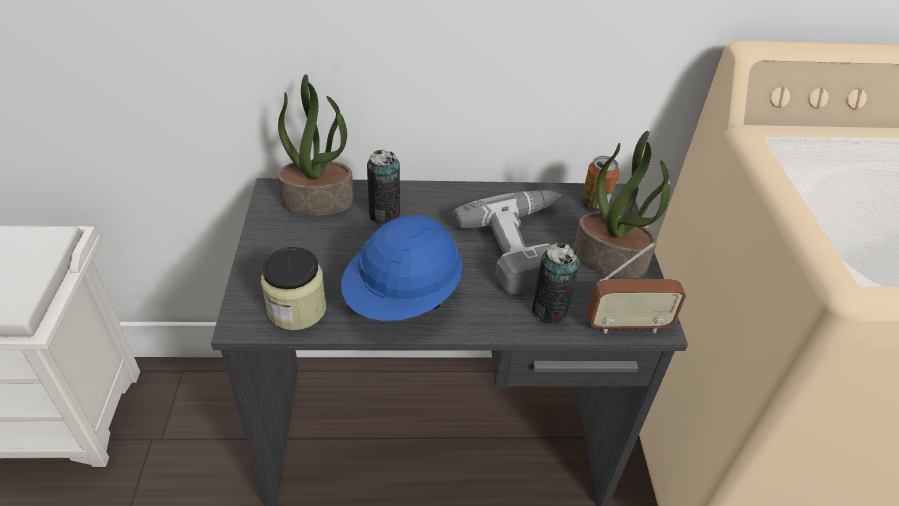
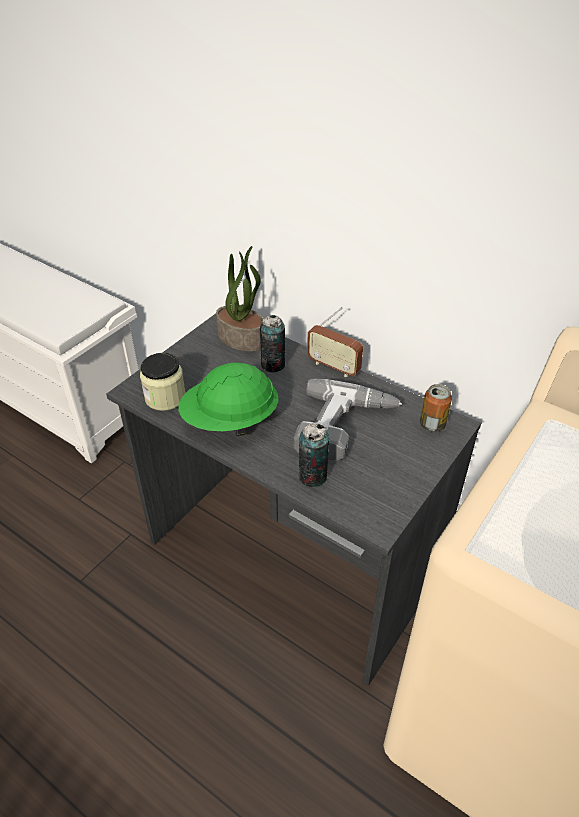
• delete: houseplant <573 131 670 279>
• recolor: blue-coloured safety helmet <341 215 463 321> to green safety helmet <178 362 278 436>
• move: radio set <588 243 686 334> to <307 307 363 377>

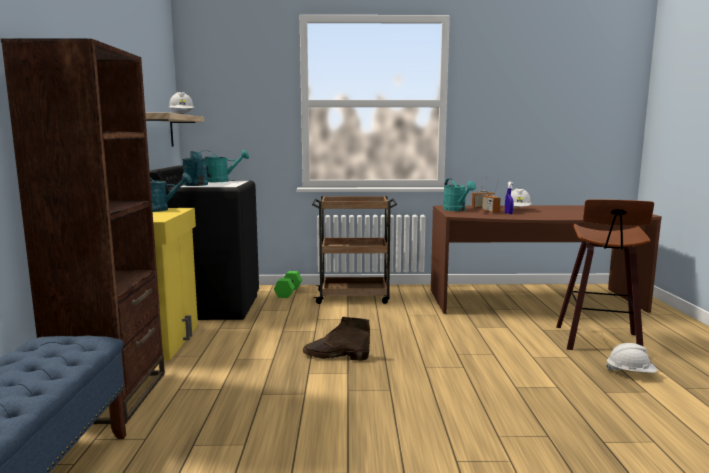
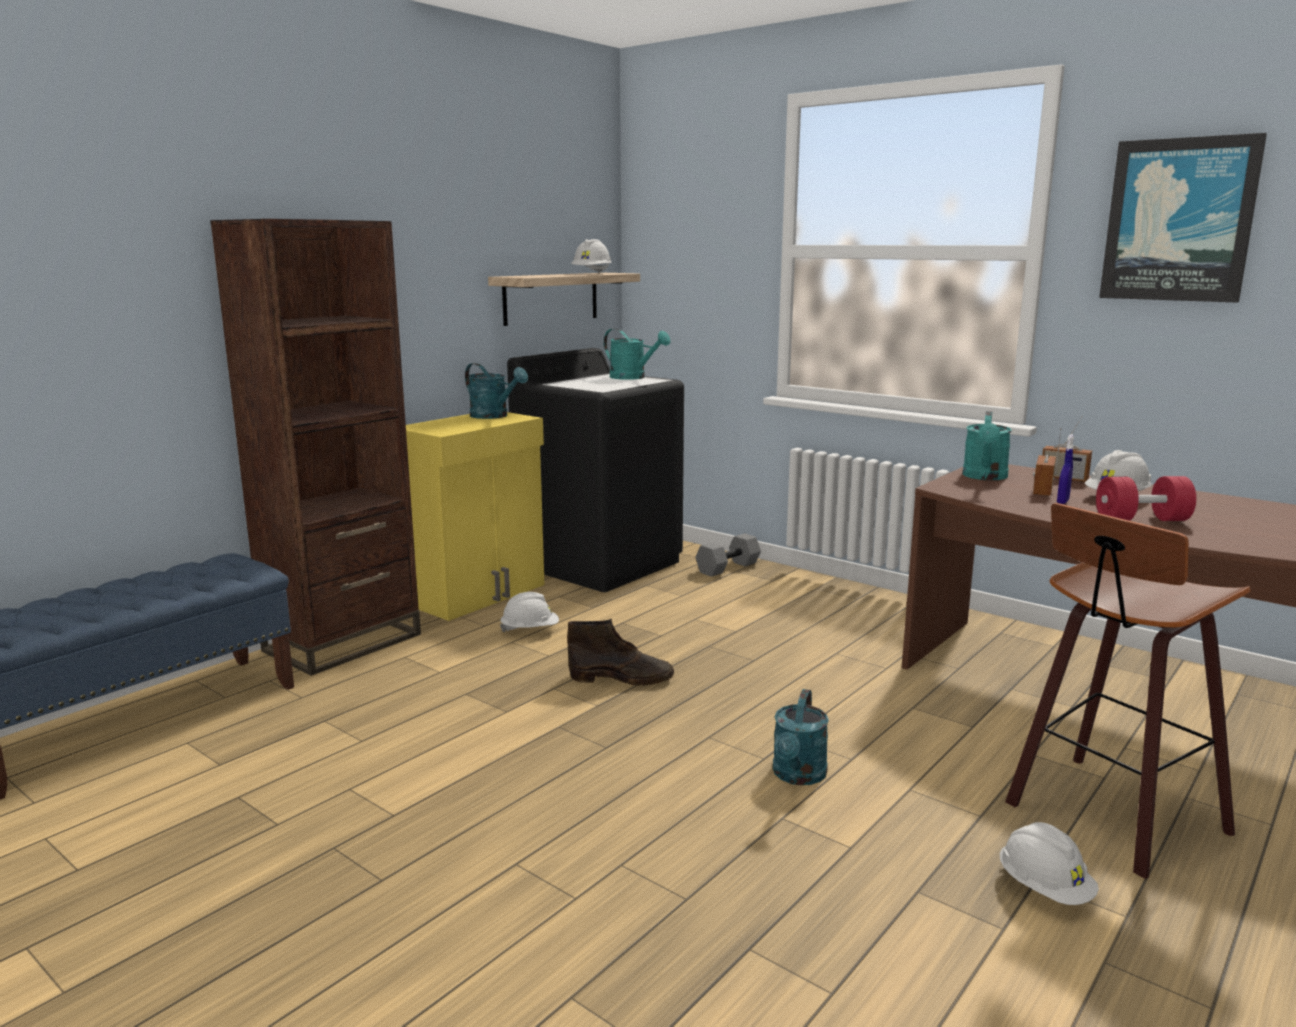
• move: blue-green watering can <182 151 208 186> to <773 689 829 785>
• delete: brown-coloured cart <312 196 398 304>
• recolor: green free weight <274 271 302 298> to grey free weight <695 533 761 577>
• rotate: brown-coloured boot <303 317 370 361> = <567 619 674 686> 135 degrees clockwise
• insert: picture <1099 133 1267 303>
• insert: reddish free weight <1096 476 1196 521>
• insert: whitish safety helmet <500 592 559 632>

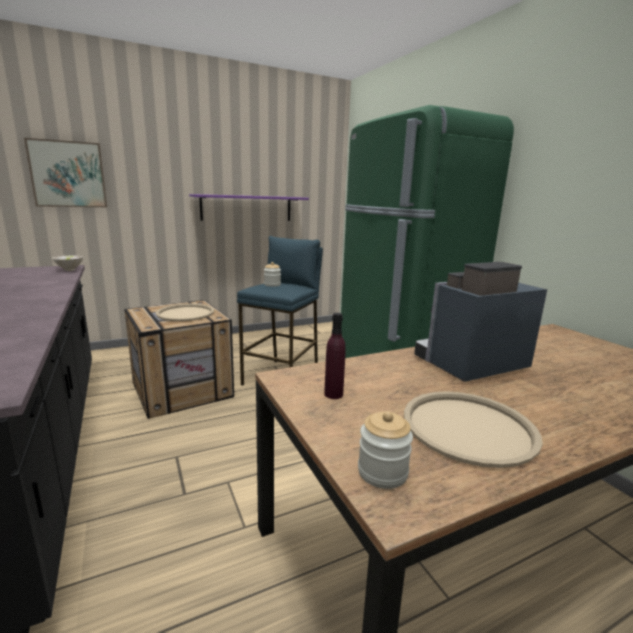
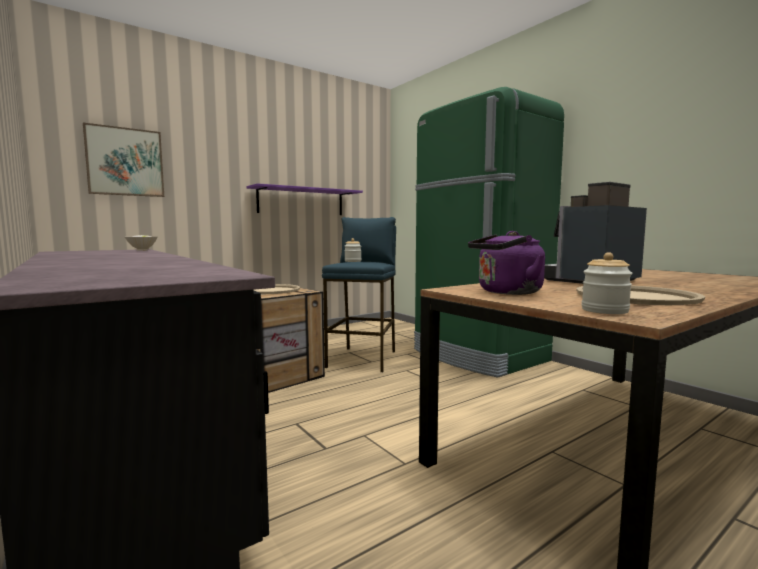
• replace: purplish bottle <324 313 346 399> to purplish kettle <468 231 545 295>

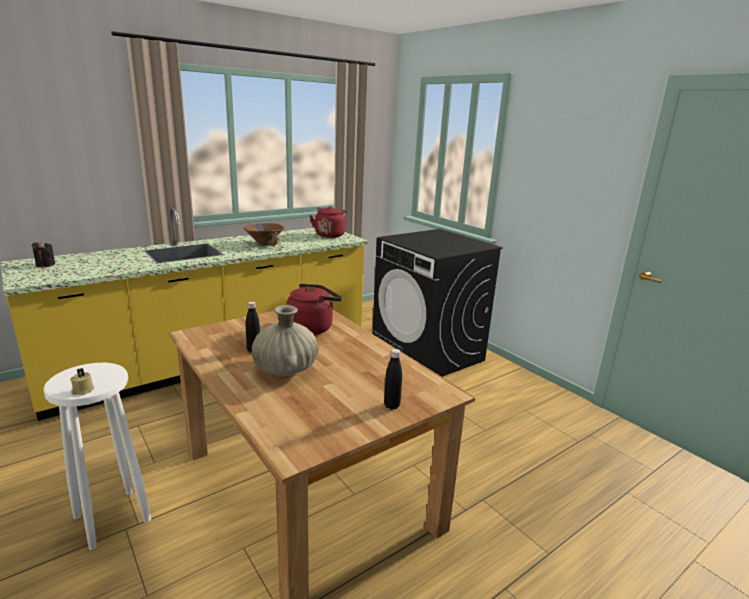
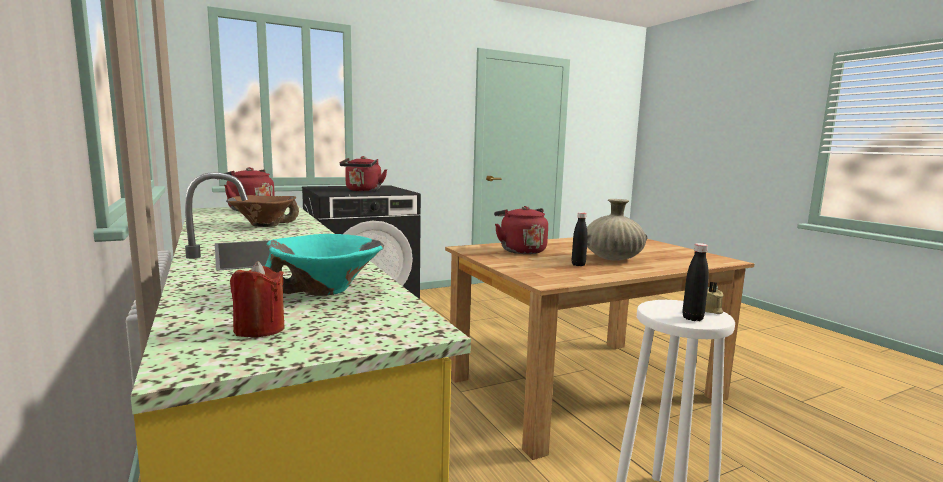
• recolor: black wax light <32 242 55 267> to reddish wax light <230 261 285 337>
• move: black bottle <384 349 402 409> to <682 243 709 321>
• insert: reddish kettle <340 156 387 192>
• insert: blue-green bowl <265 234 384 296>

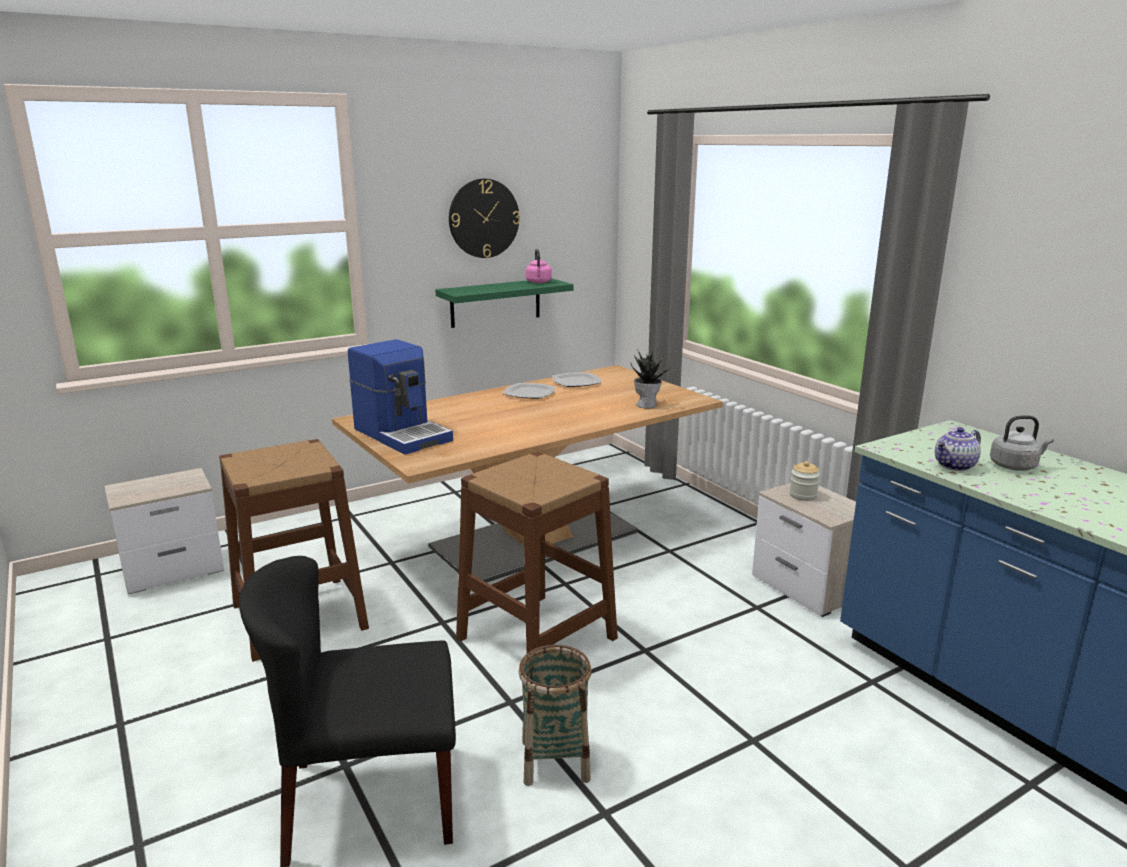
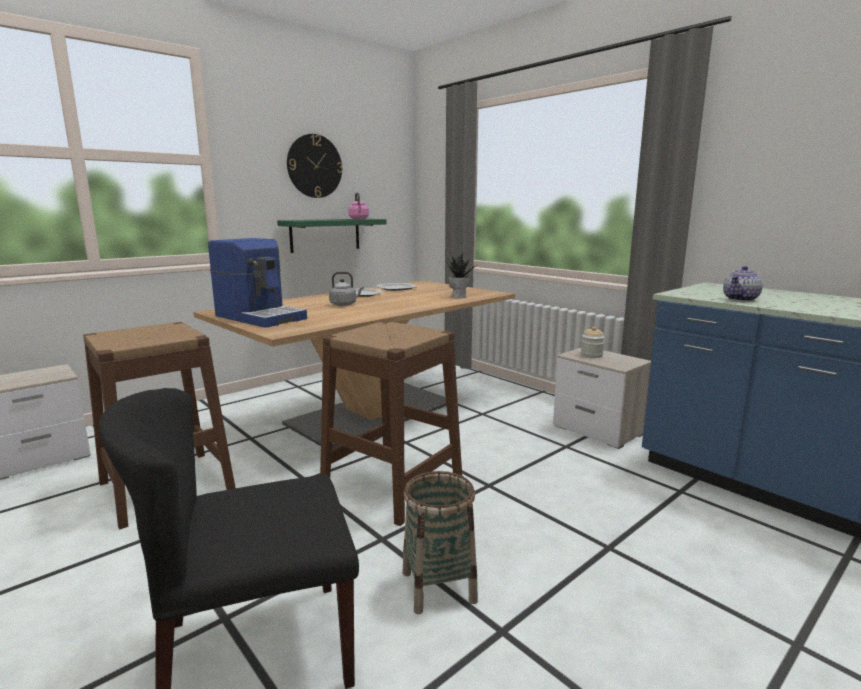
• move: grey kettle <990 415 1054 471> to <329 272 364 306>

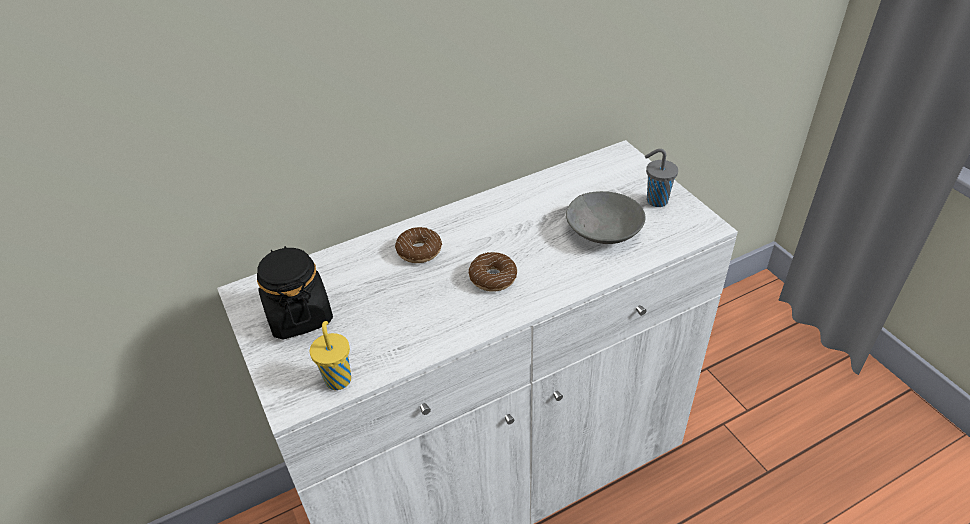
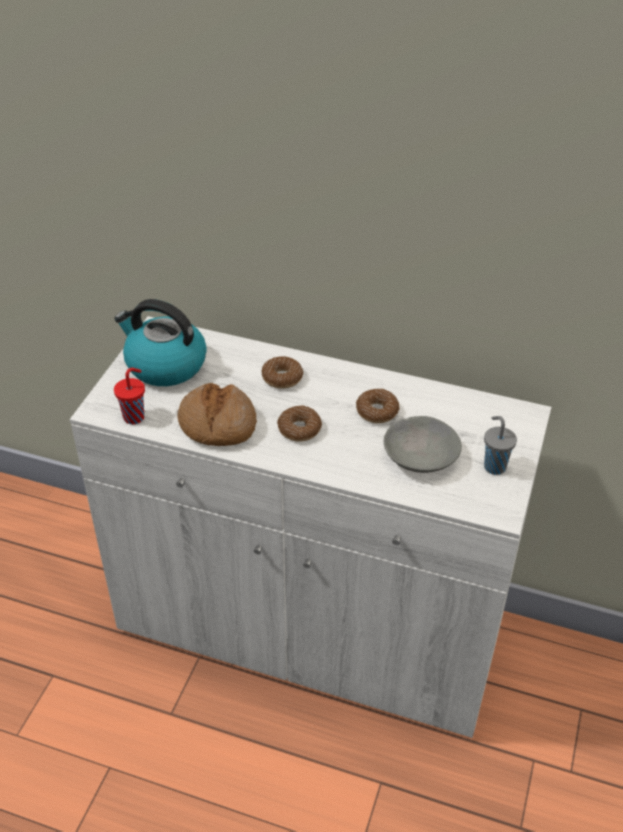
• replace: black preserve jar <257 246 333 340> to kettle <114 299 207 386>
• recolor: yellow-coloured cup <309 321 351 390> to reddish cup <114 368 145 424>
• insert: bread <177 383 257 446>
• insert: donut <356 389 400 423>

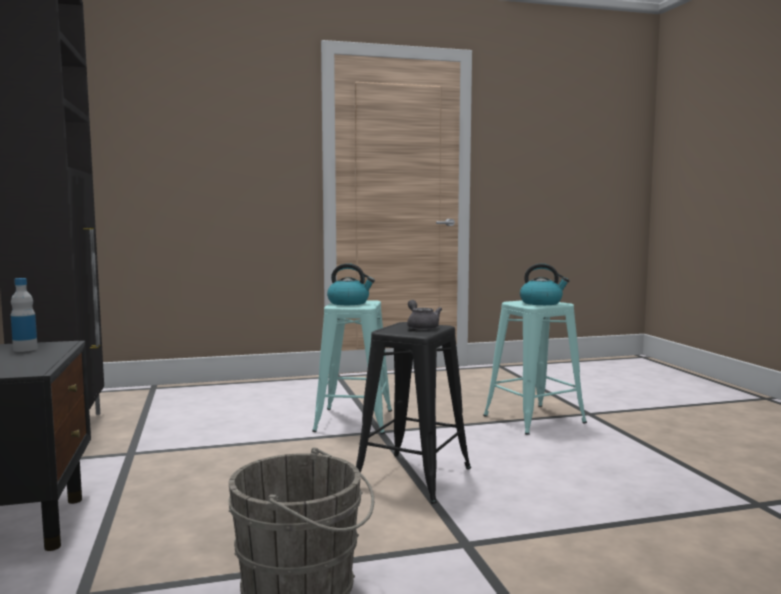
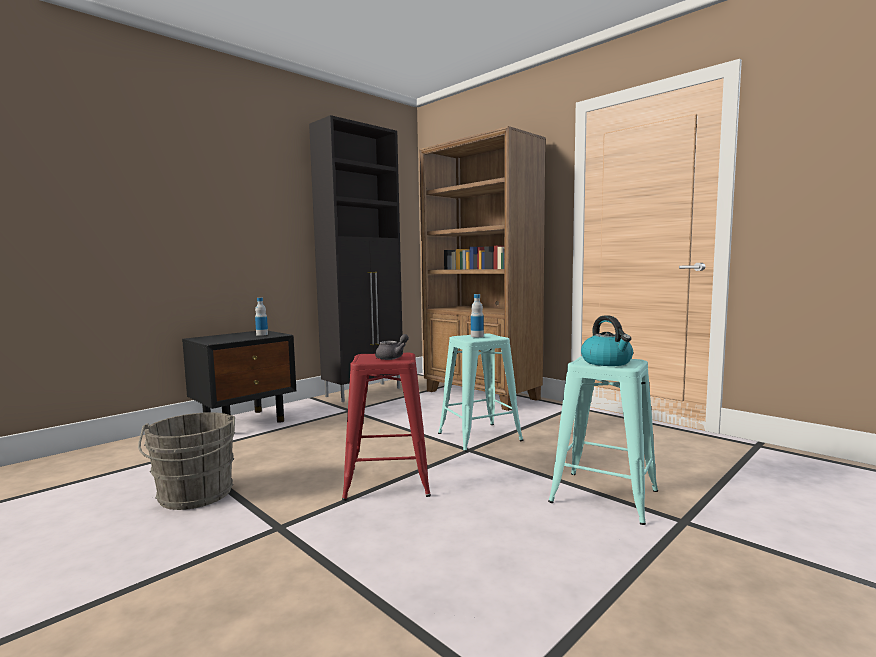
• replace: kettle <327 263 375 305> to bottle <471 294 484 337>
• recolor: black stool <356 322 471 504> to reddish stool <342 353 431 501>
• insert: brown-coloured bookcase <419 126 546 411>

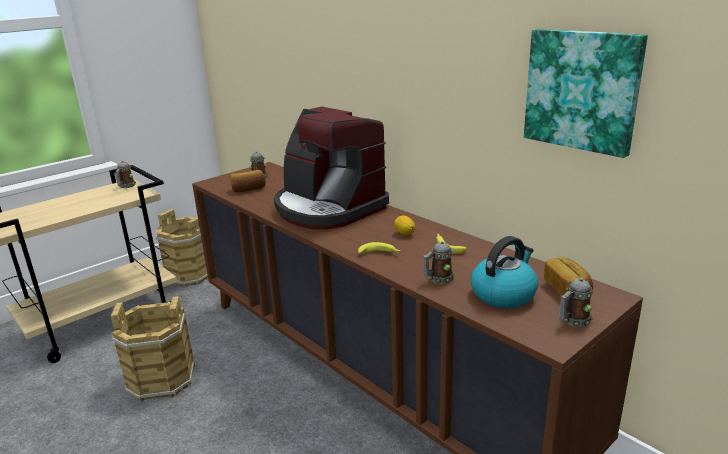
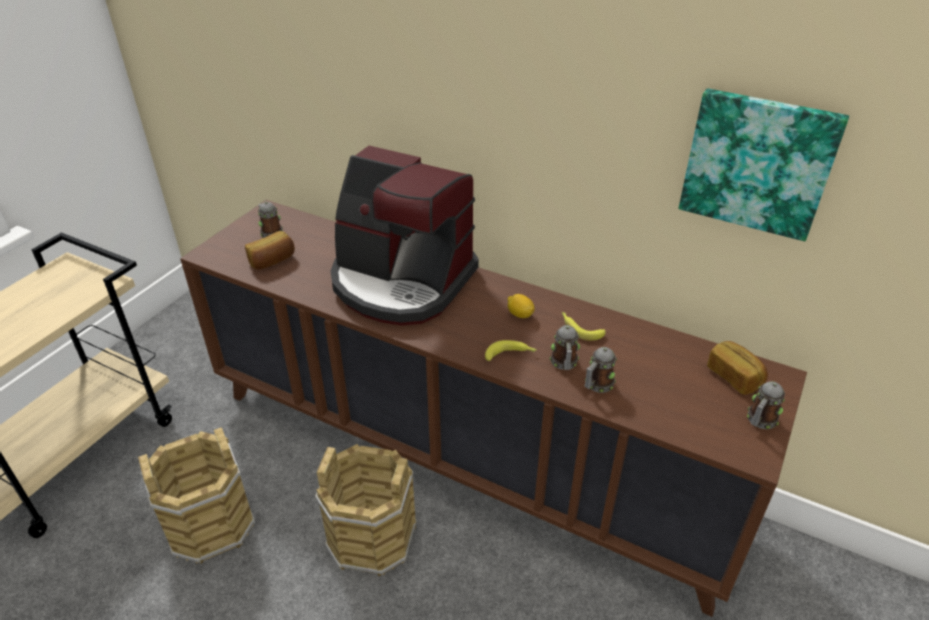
• move: mug <114 161 136 188> to <549 325 580 370>
• move: brown-coloured bucket <156 209 208 287> to <315 444 417 576>
• delete: kettle <471 236 538 308>

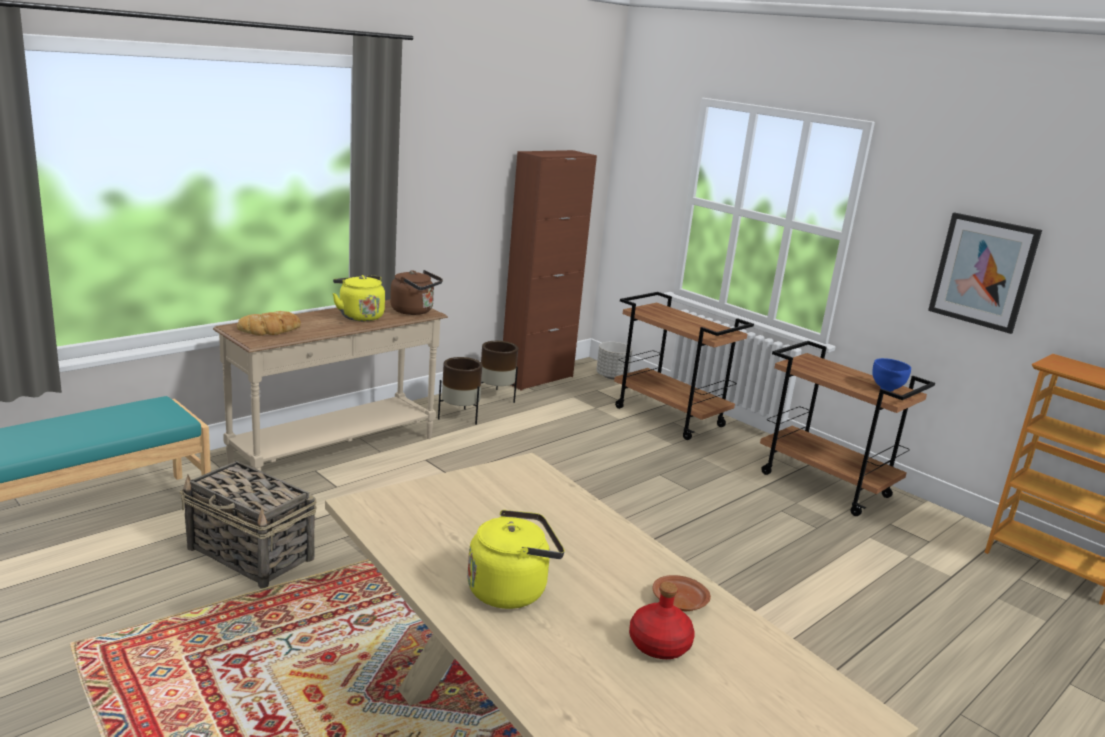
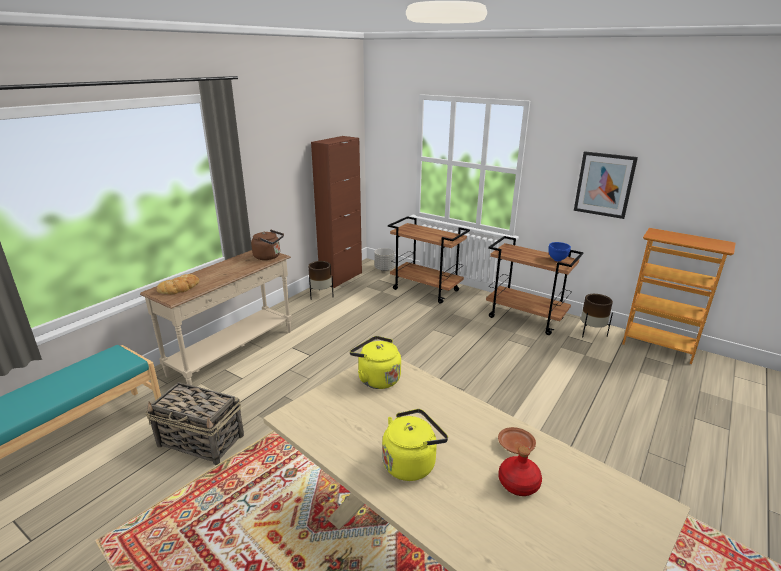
• move: yellow-coloured kettle <333 275 385 321> to <350 336 401 389>
• move: brown-coloured plant pot <438 357 482 425> to <581 294 613 337>

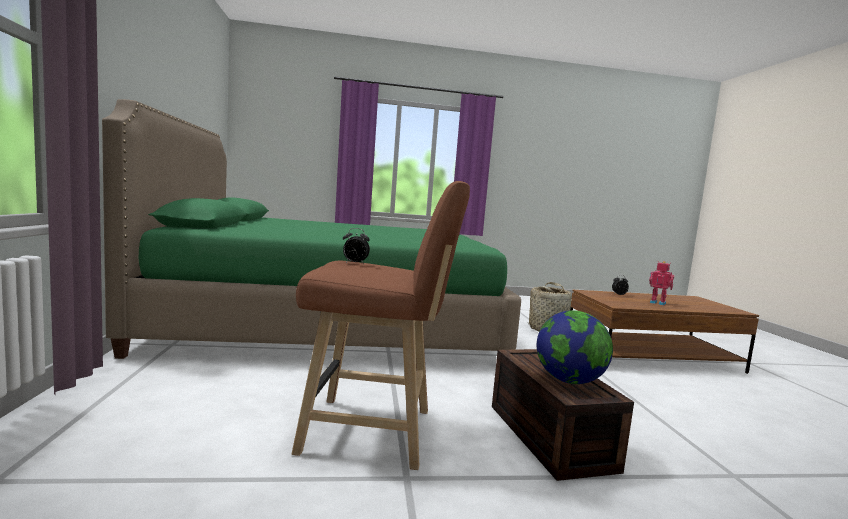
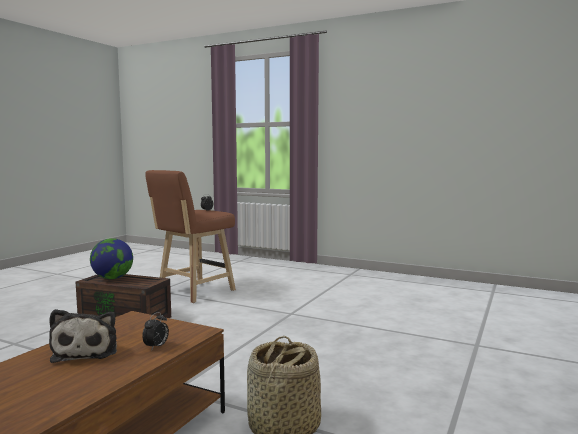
• delete: green bedroom bed <102 99 521 359>
• replace: toy robot <649 261 674 305> to soft toy <49 309 117 363>

